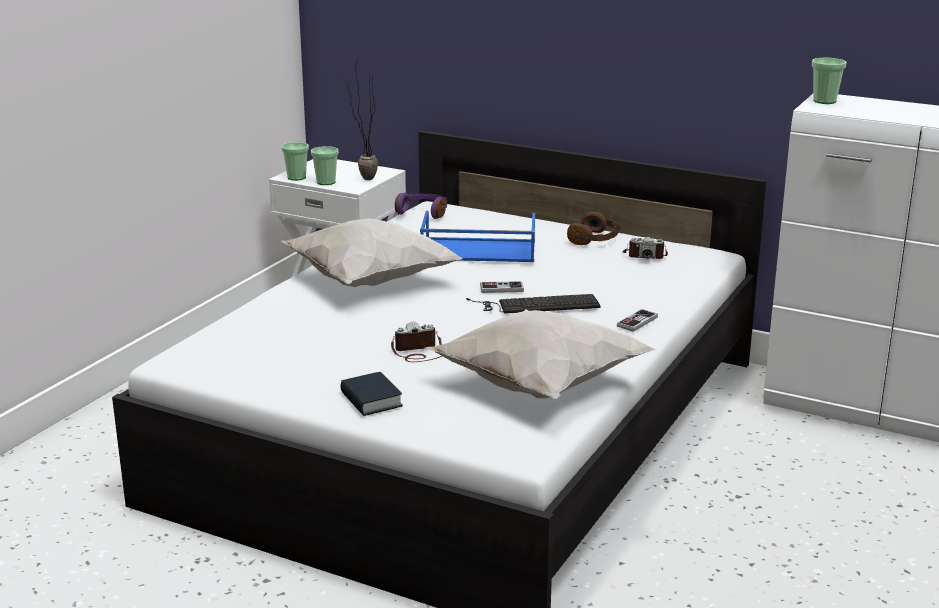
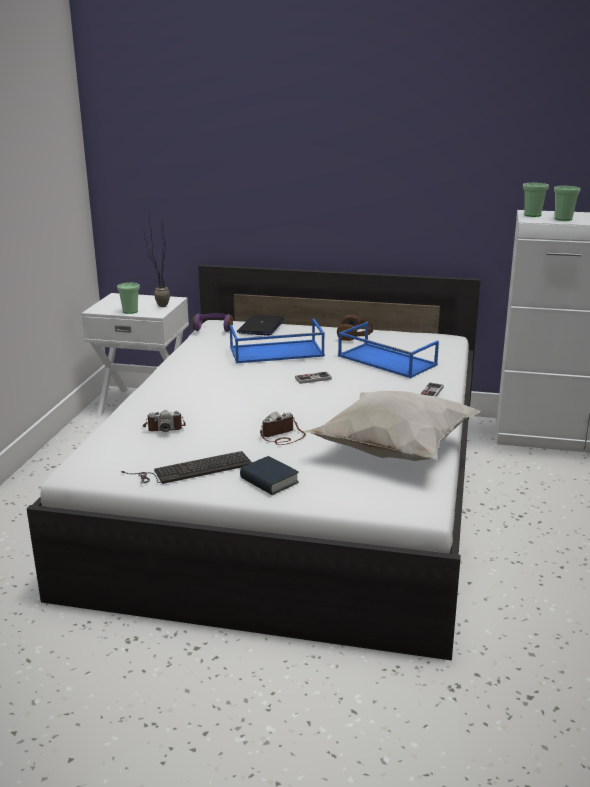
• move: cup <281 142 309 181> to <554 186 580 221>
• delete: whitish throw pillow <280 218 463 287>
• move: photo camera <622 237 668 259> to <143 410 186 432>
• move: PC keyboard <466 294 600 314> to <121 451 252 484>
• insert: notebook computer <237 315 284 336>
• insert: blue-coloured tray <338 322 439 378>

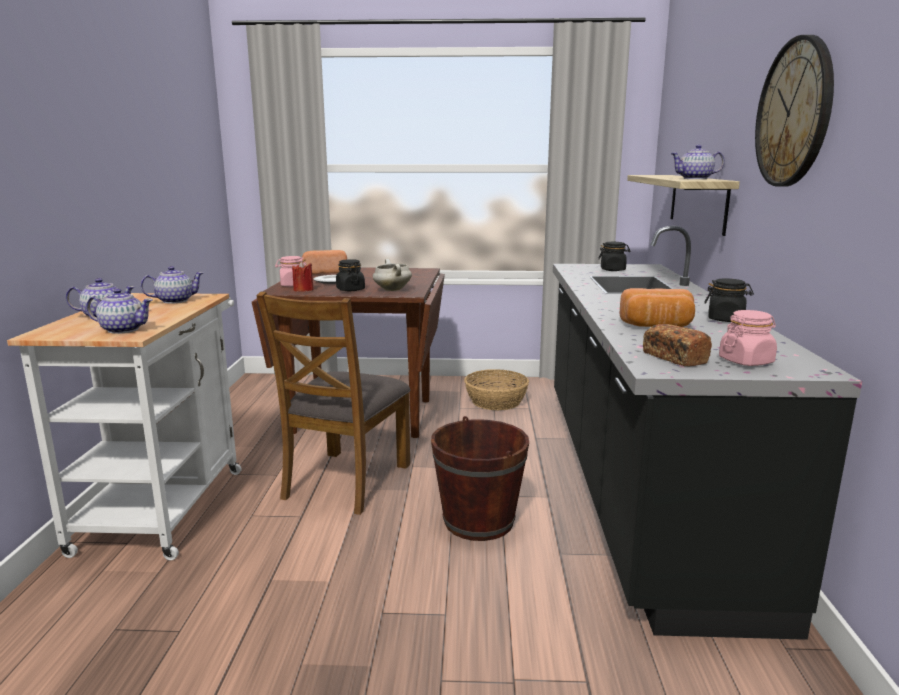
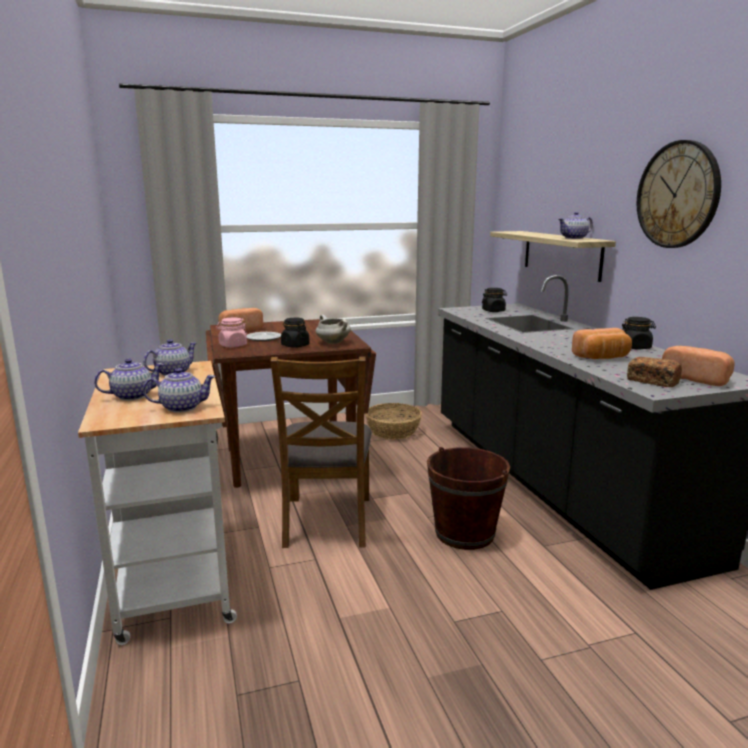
• delete: reddish wax light <292 261 314 291>
• replace: pinkish preserve jar <719 310 777 366> to bread <662 346 735 386>

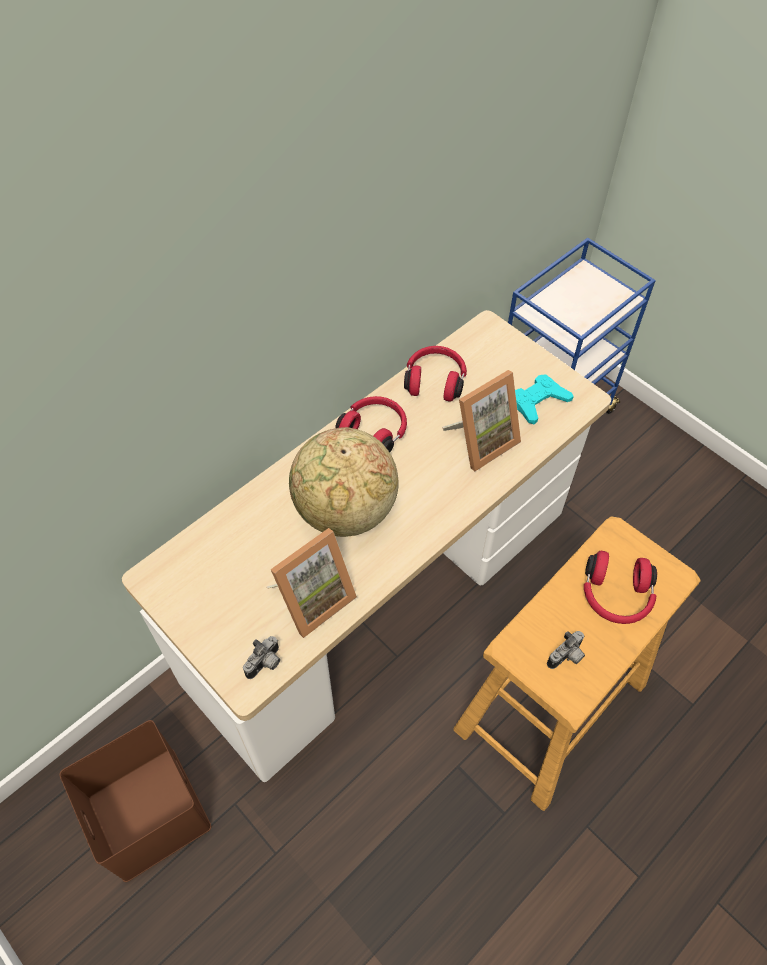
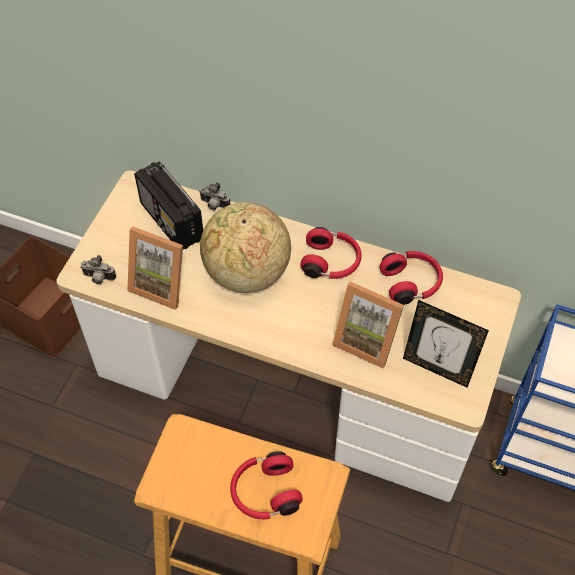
• replace: blue-green gamepad <515 374 574 424> to standing frame <403 300 489 388>
• move: photo camera <547 631 585 669> to <199 182 230 210>
• insert: radio set <134 162 203 249>

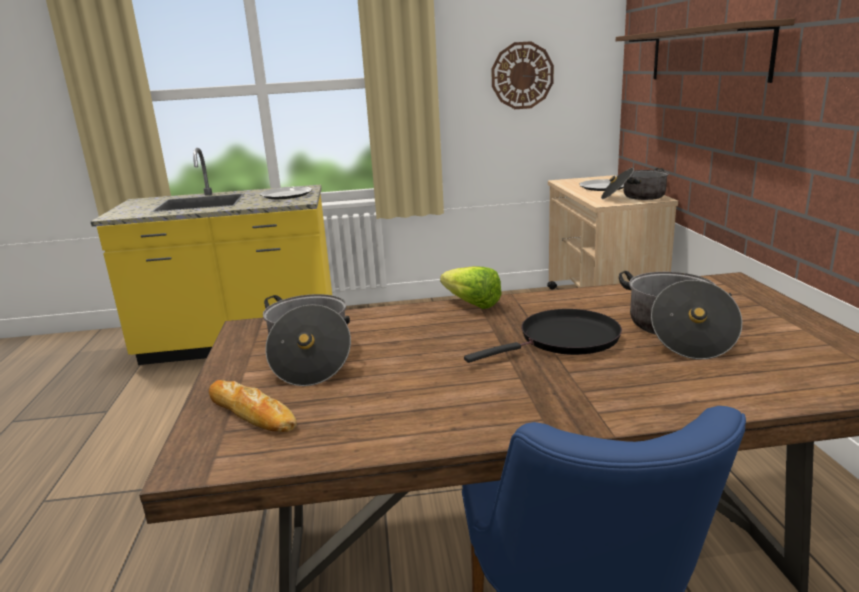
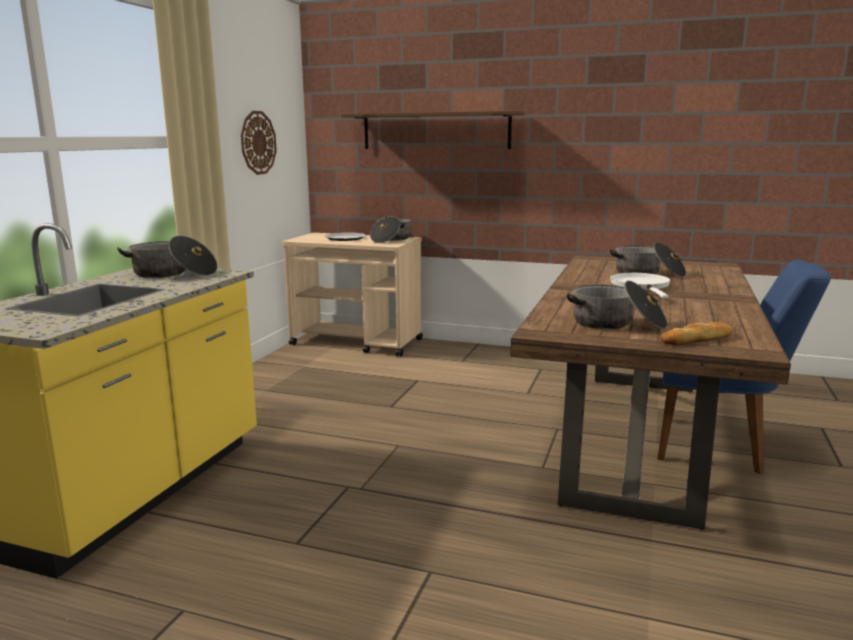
• replace: plate <259 186 313 199> to saucepot <117 236 218 278>
• delete: lettuce <440 266 502 309>
• recolor: black skillet <464 309 622 363> to whitish skillet <610 273 671 298>

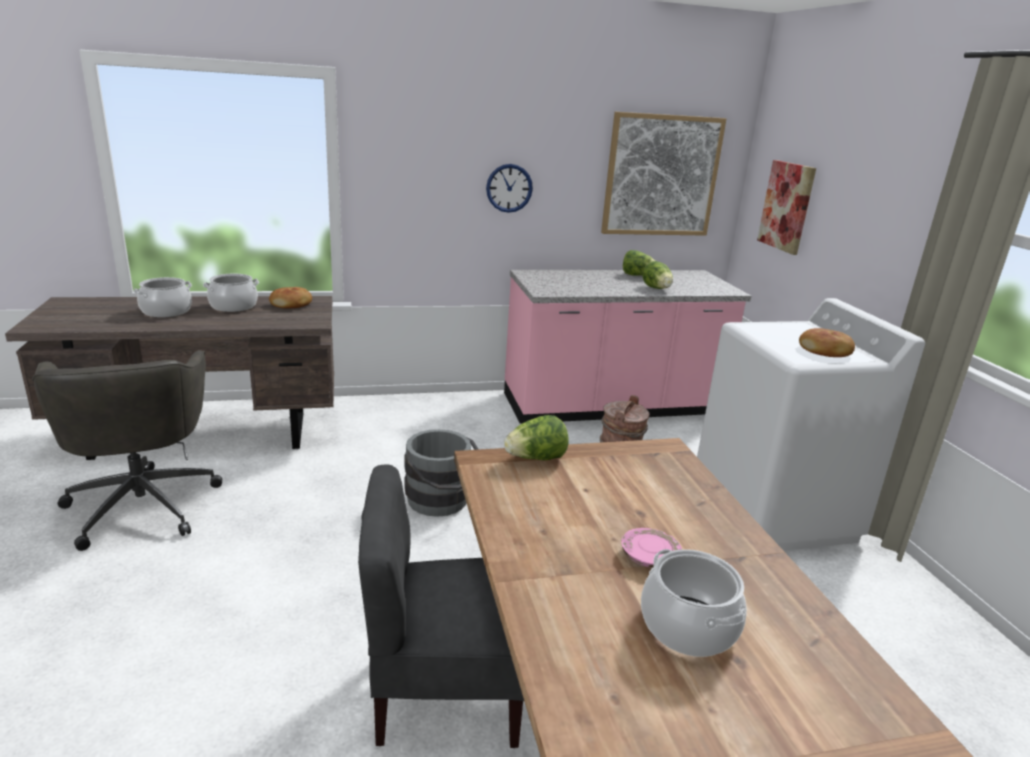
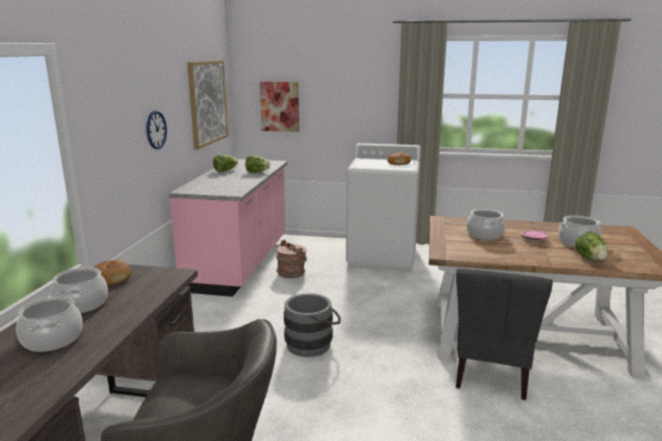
• move: lettuce <504 415 569 460> to <576 232 608 260>
• insert: saucepot <466 209 505 240>

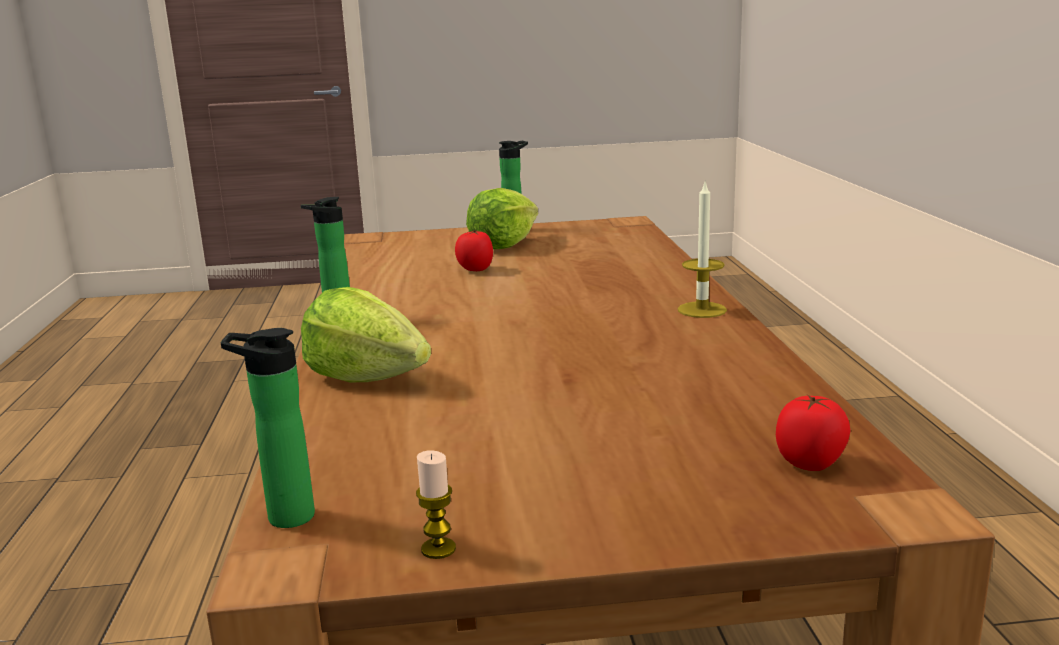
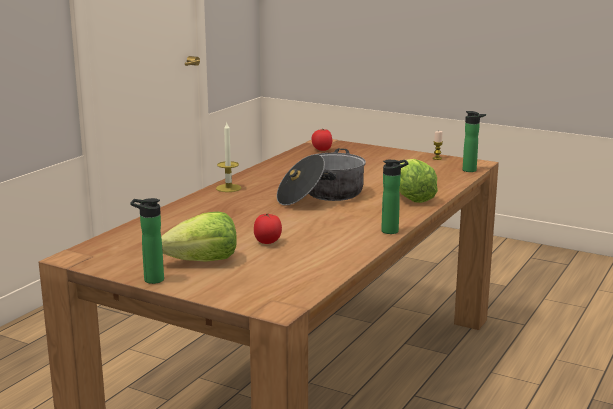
• insert: saucepot <277 148 366 206>

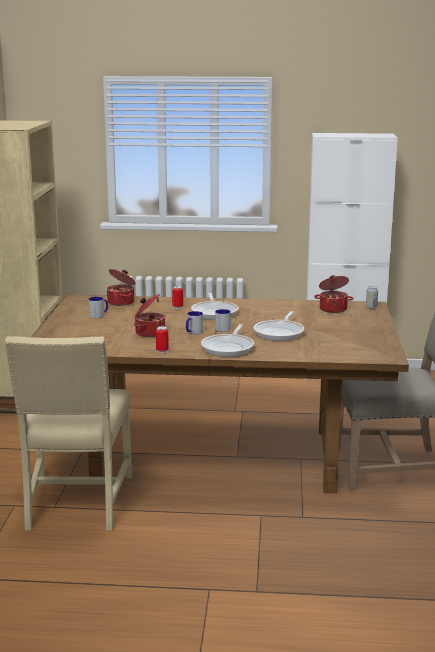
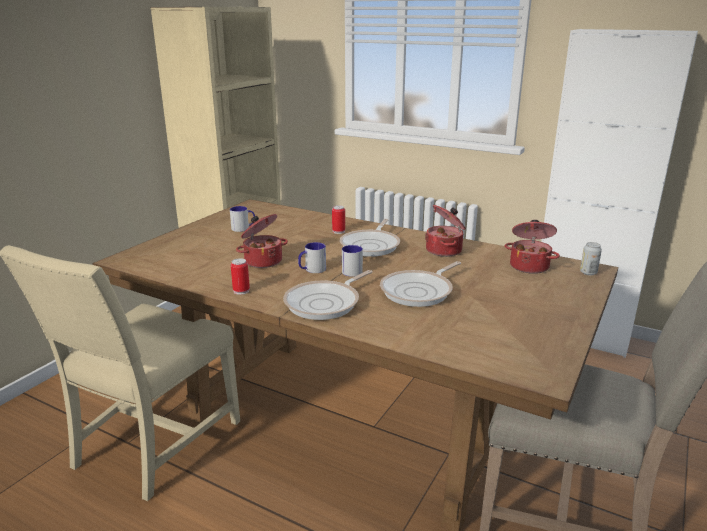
• move: saucepot <107 269 136 306> to <425 205 466 257>

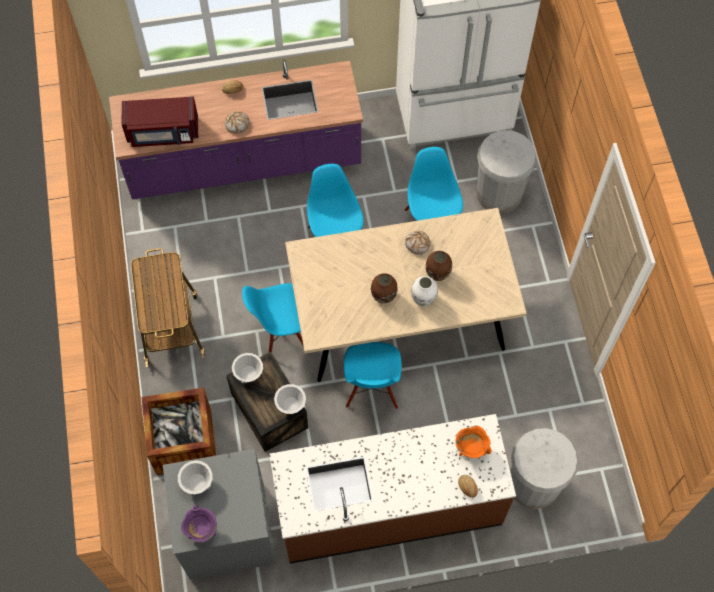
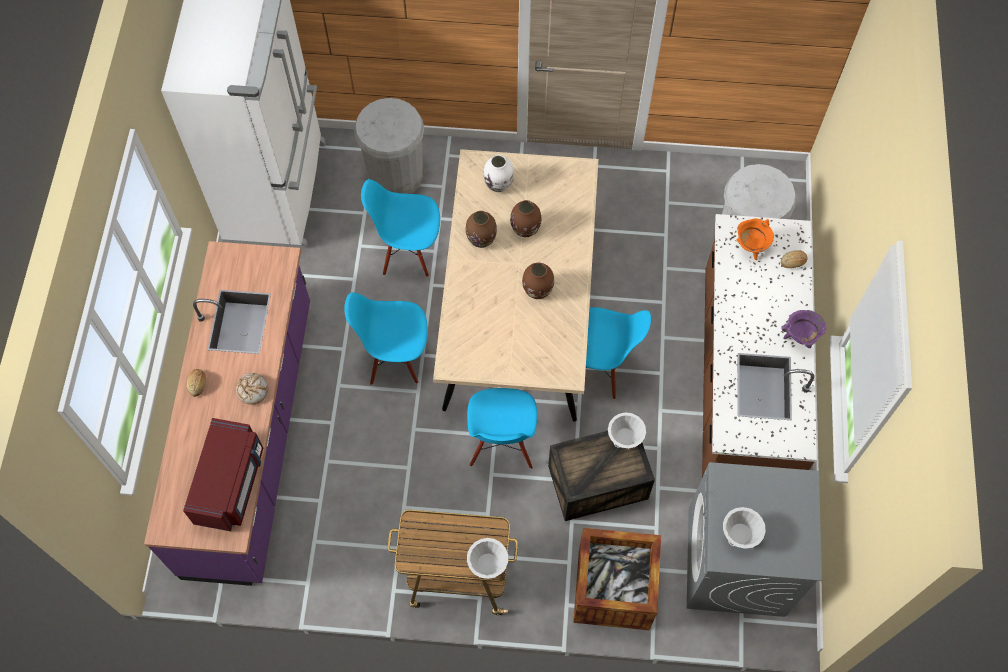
• replace: bread <405 231 430 255> to brown-coloured vase <466 211 497 248>
• move: whitish vase <411 276 438 306> to <483 155 514 192>
• move: whitish bowl <232 353 263 383> to <467 538 508 579>
• move: purplish saucepot <181 505 217 542> to <781 310 826 348>

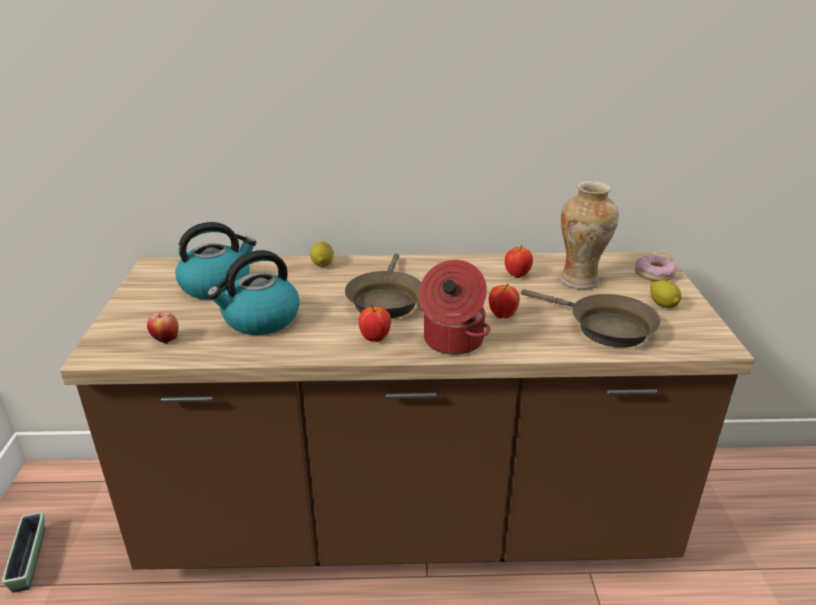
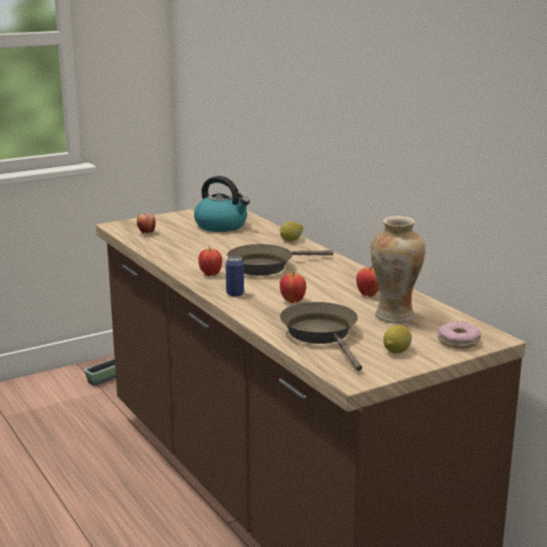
• delete: kettle <207 250 300 335>
• replace: saucepot <419 260 490 355> to sealed can <226 256 244 297>
• rotate: brown-coloured skillet <521 289 661 348> = <280 302 362 371> 150 degrees clockwise

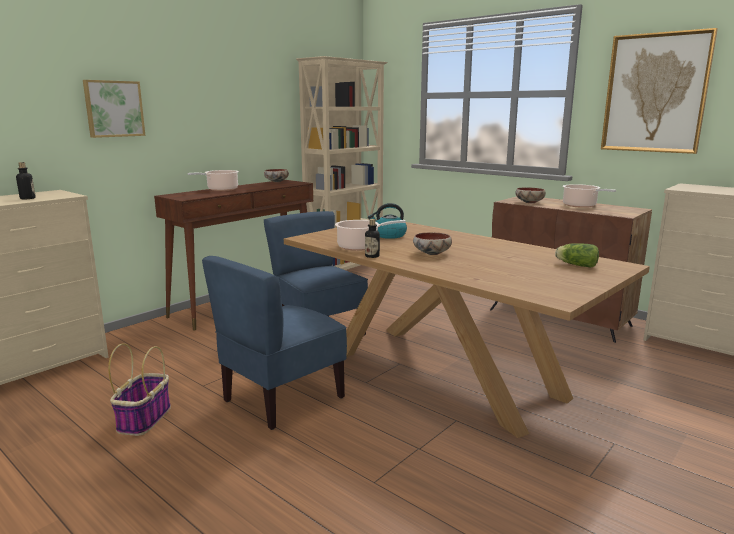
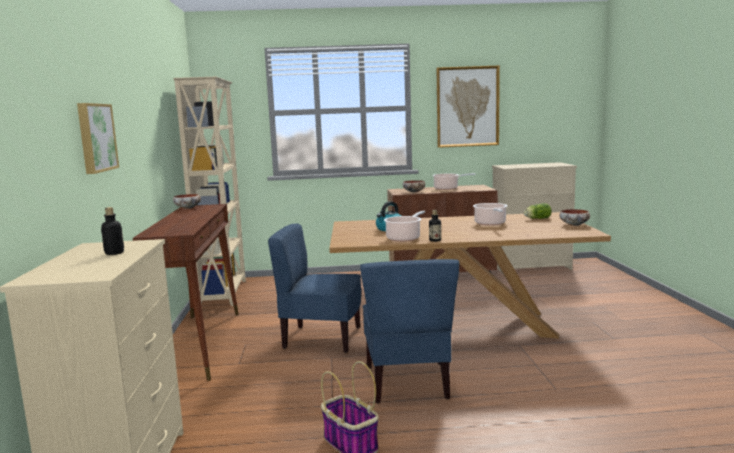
• move: saucepot <187 170 239 191> to <473 203 508 226>
• move: bowl <413 232 452 255> to <560 209 590 226>

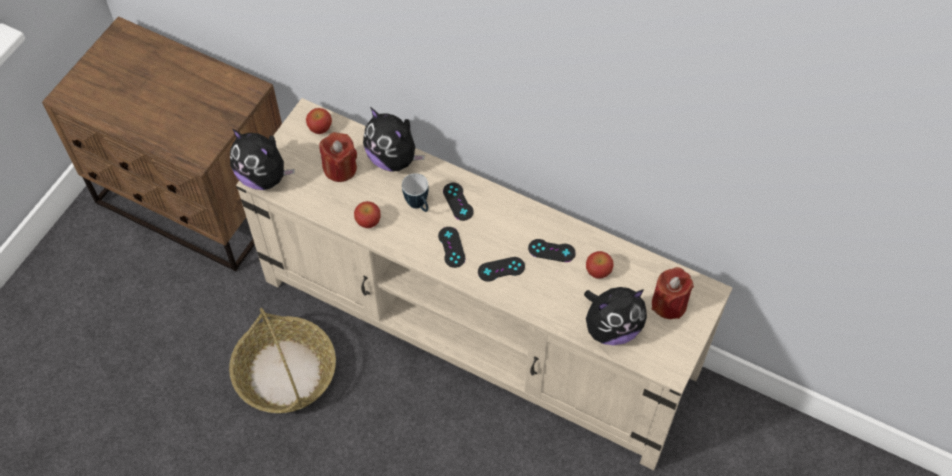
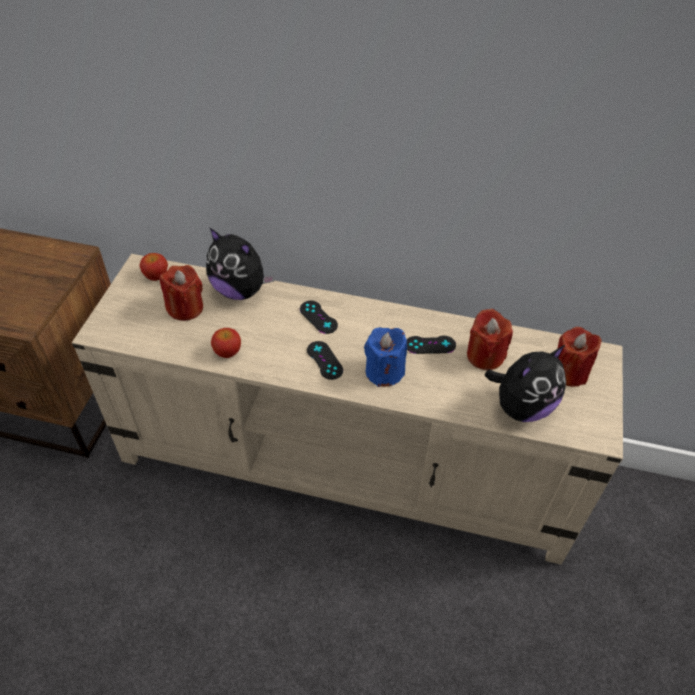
• delete: soft toy <230 129 295 190>
• delete: mug <402 173 429 212>
• replace: whole apple <586 251 614 279> to reddish wax light <467 309 513 370>
• replace: black gamepad <478 257 525 281> to blue-coloured wax light <364 327 407 387>
• delete: basket <229 308 336 413>

